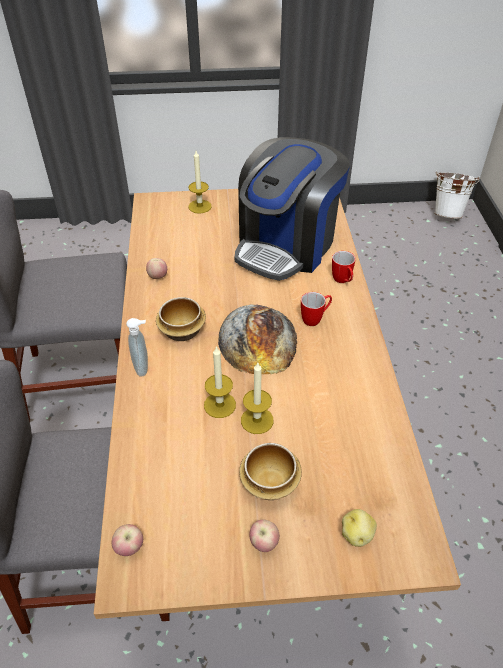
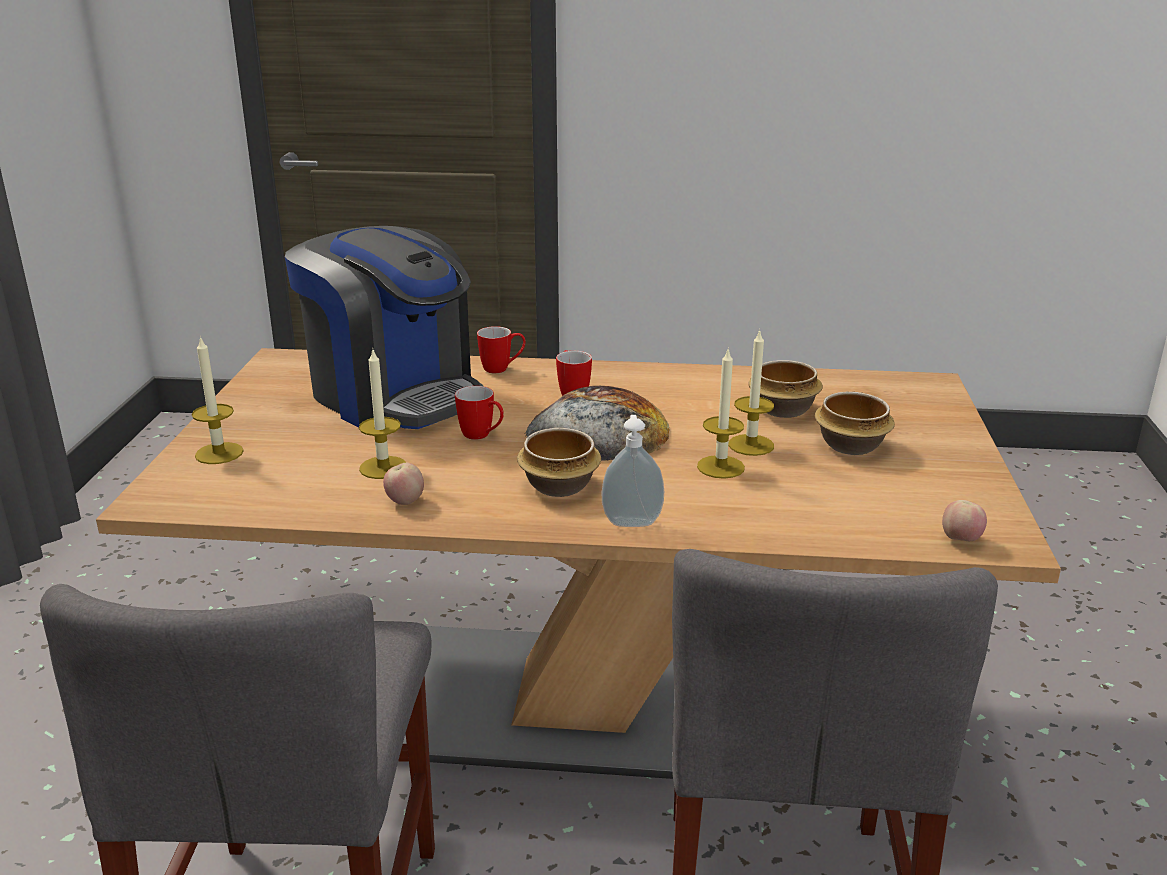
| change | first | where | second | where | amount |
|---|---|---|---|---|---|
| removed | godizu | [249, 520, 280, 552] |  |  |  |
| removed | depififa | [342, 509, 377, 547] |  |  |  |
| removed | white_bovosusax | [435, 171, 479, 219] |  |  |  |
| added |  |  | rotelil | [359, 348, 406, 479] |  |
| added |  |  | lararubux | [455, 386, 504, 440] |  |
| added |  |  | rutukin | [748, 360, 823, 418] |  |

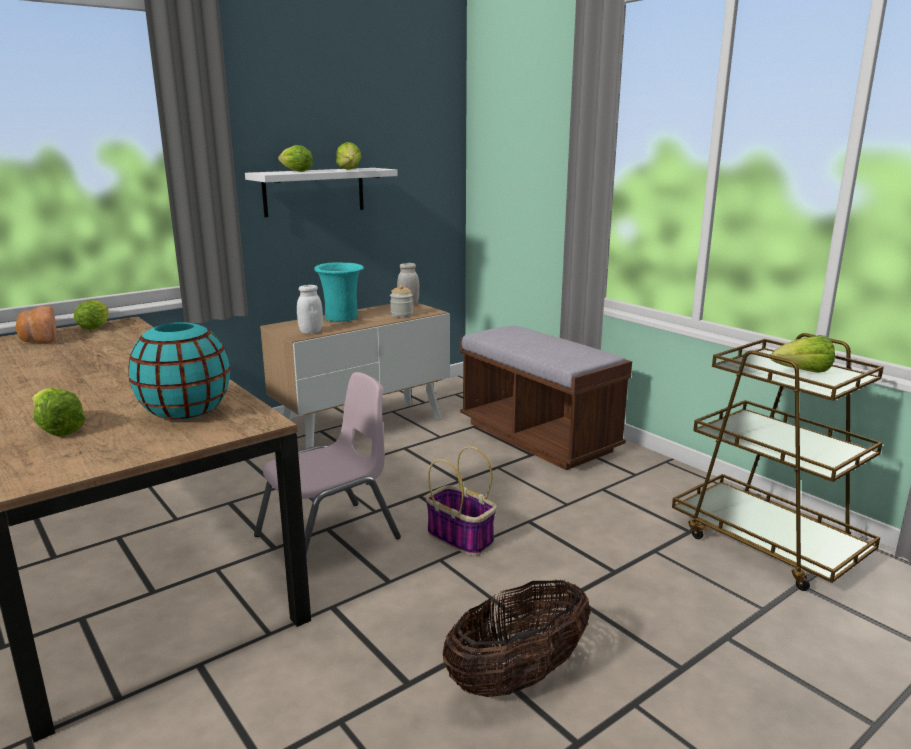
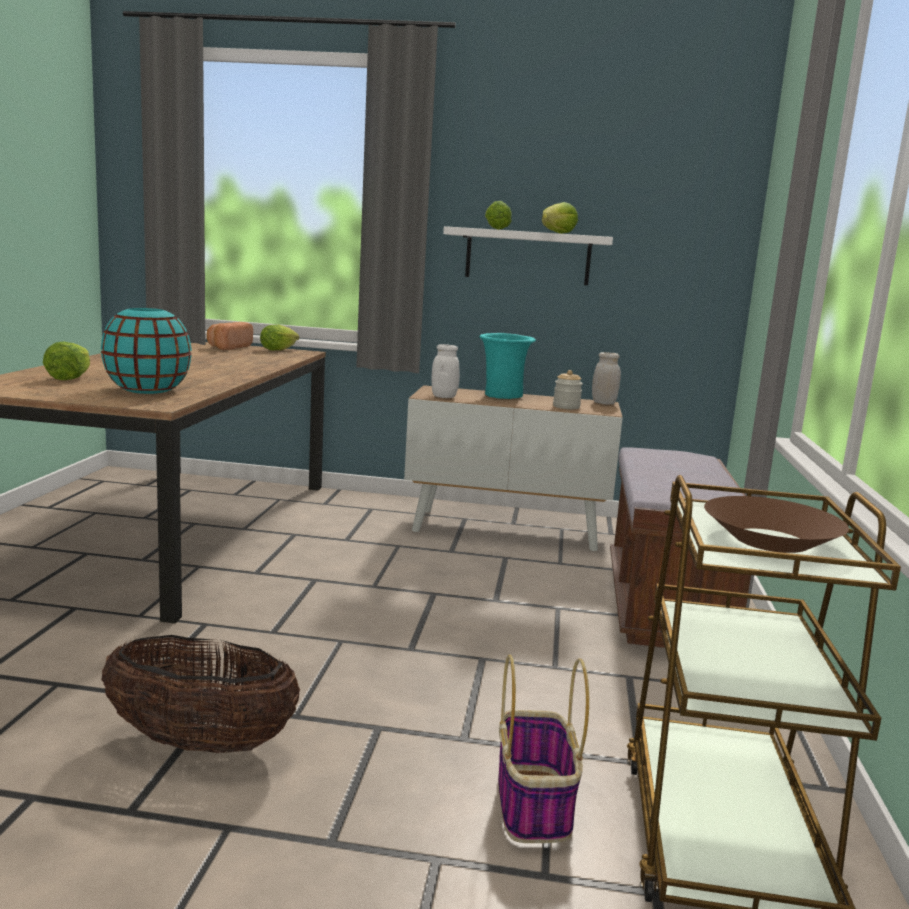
| change | first | where | second | where | amount |
|---|---|---|---|---|---|
| removed | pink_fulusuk | [254, 372, 401, 554] |  |  |  |
| moved | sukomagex | [425, 446, 496, 556] |  | [498, 655, 589, 843] |  |
| replaced | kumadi | [771, 335, 835, 373] | brown_rutukin | [704, 496, 849, 553] |  |

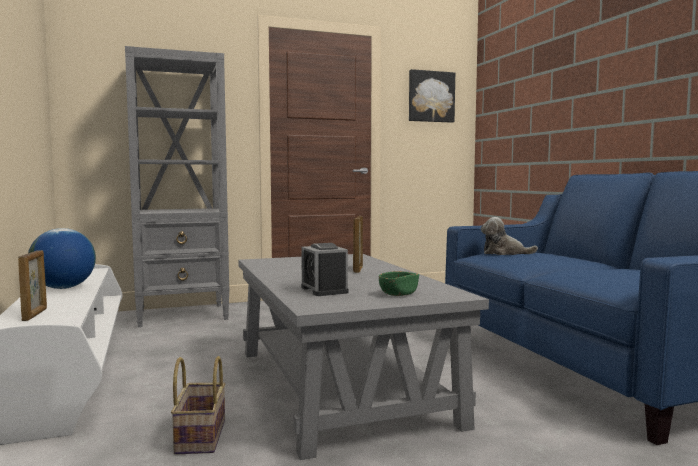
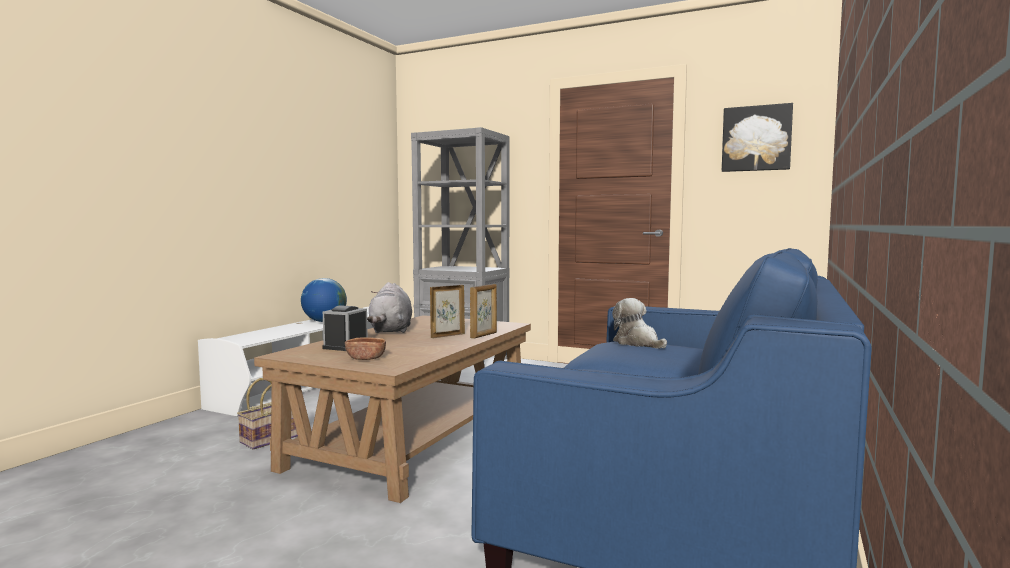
| change | first | where | second | where | amount |
|---|---|---|---|---|---|
| moved | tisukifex | [18, 250, 47, 321] |  | [470, 284, 497, 339] |  |
| recoloured | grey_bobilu | [238, 254, 489, 460] | brown_bobilu | [254, 315, 531, 503] |  |
| recoloured | green_rutukin | [379, 271, 419, 296] | brown_rutukin | [345, 337, 386, 360] |  |
| added |  |  | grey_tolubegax | [367, 282, 412, 333] |  |

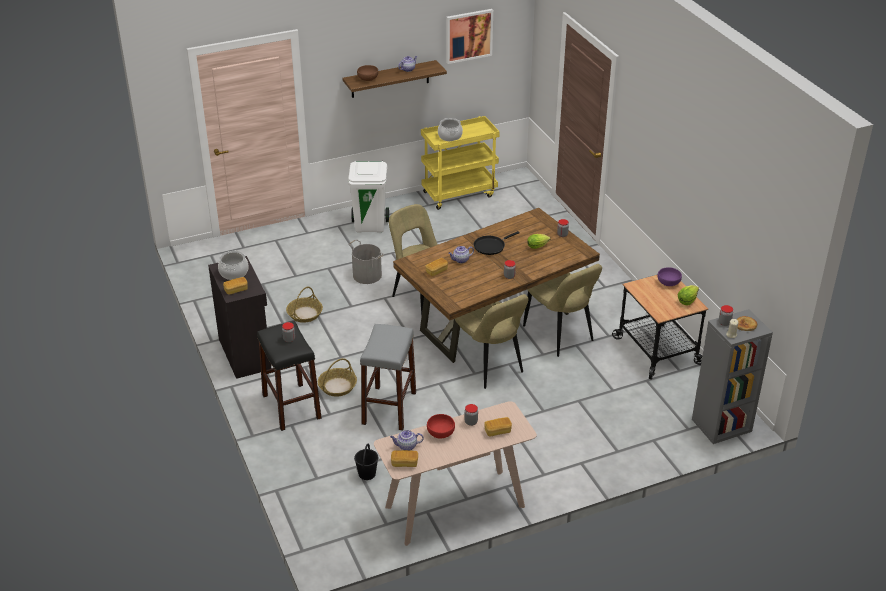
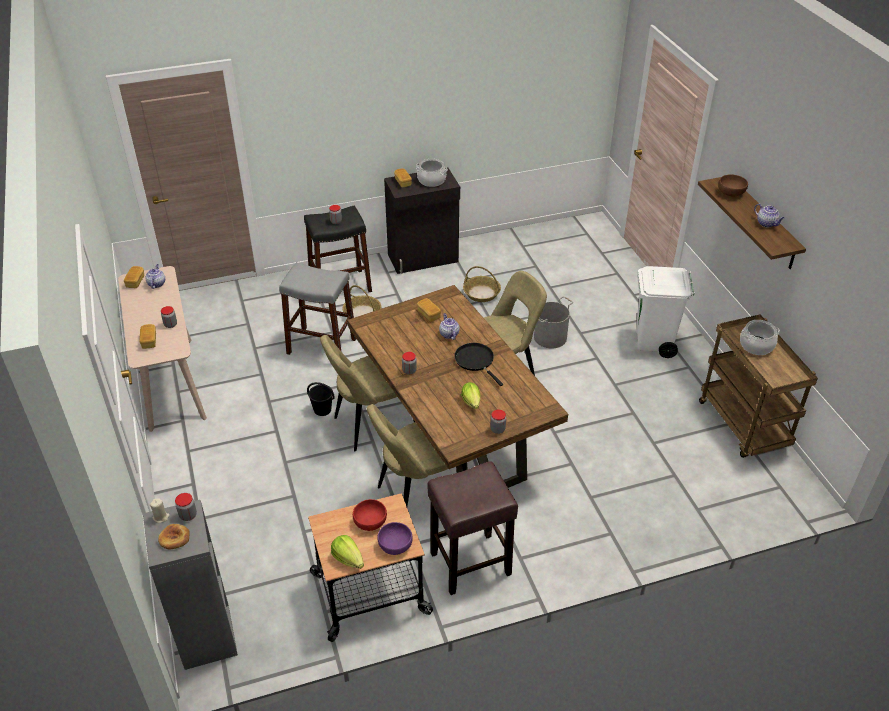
| change | first | where | second | where | amount |
|---|---|---|---|---|---|
| moved | black_bovosusax | [354, 443, 378, 480] |  | [307, 382, 335, 416] |  |
| recoloured | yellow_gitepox | [421, 116, 500, 210] | brown_gitepox | [699, 315, 818, 458] |  |
| moved | red_rutukin | [427, 414, 455, 439] |  | [353, 499, 387, 531] |  |
| removed | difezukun | [446, 9, 493, 64] |  |  |  |
| added |  |  | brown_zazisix | [428, 461, 518, 595] |  |

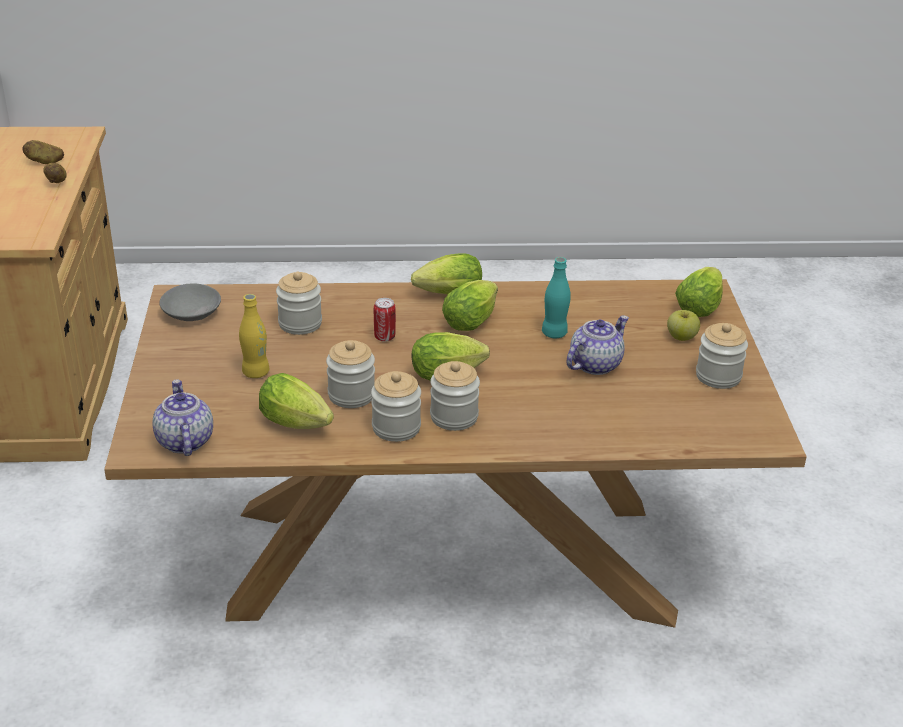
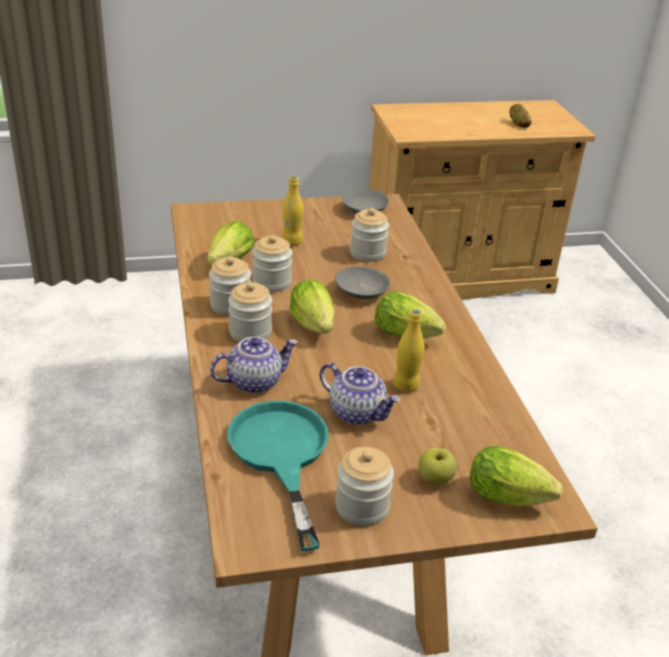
| change | first | where | second | where | amount |
|---|---|---|---|---|---|
| removed | depififa | [43, 163, 67, 183] |  |  |  |
| moved | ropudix | [152, 380, 213, 456] |  | [210, 337, 298, 393] |  |
| replaced | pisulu | [374, 298, 396, 342] | grey_rutukin | [335, 266, 390, 299] |  |
| removed | kumadi | [411, 253, 482, 294] |  |  |  |
| recoloured | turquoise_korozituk | [542, 257, 571, 338] | yellow_korozituk | [393, 309, 425, 392] |  |
| added |  |  | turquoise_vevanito | [228, 401, 329, 551] |  |

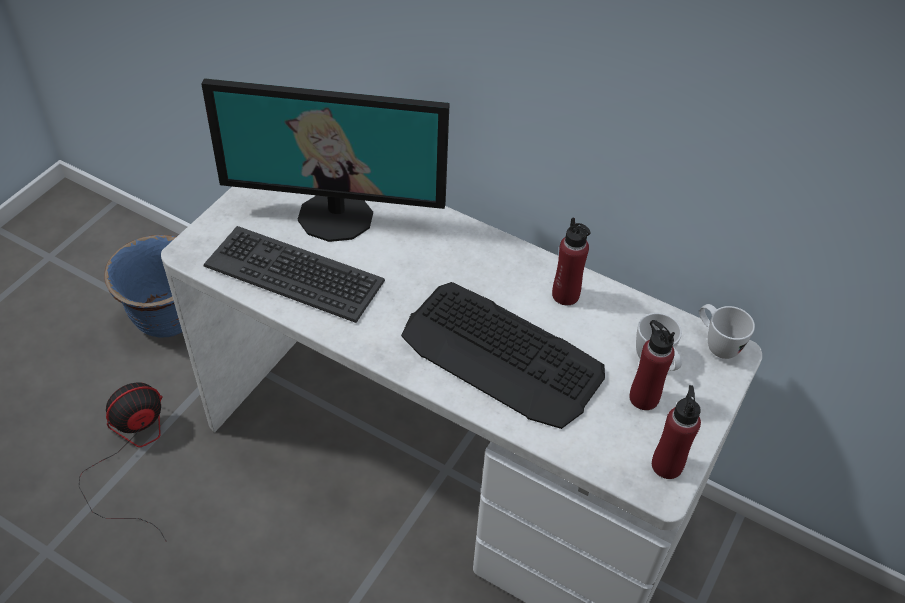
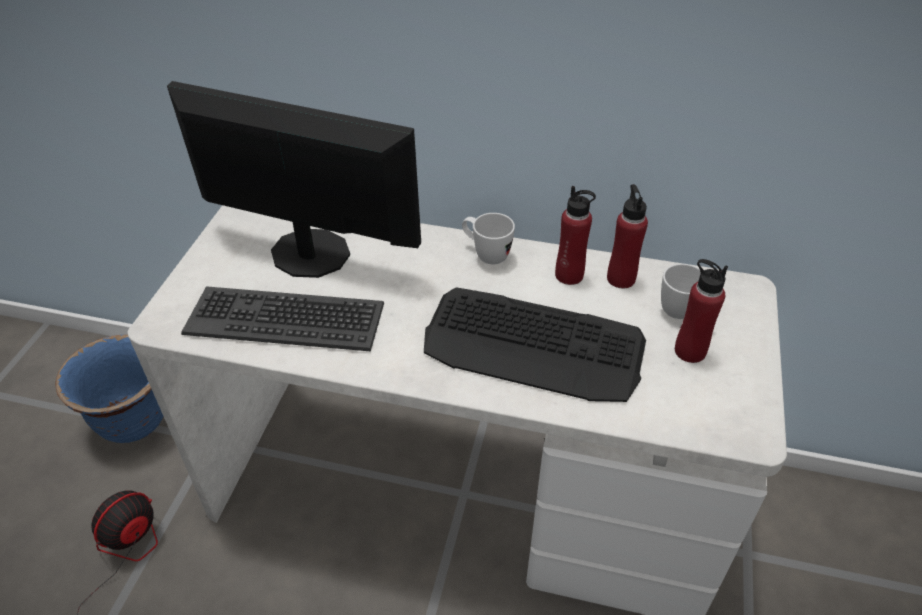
| change | first | where | second | where | amount |
|---|---|---|---|---|---|
| turned | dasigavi | [201, 78, 450, 242] |  | [167, 81, 421, 278] | 150 degrees counterclockwise |
| moved | red_korozituk | [652, 385, 701, 479] |  | [607, 184, 648, 289] |  |
| moved | white_lararubux | [699, 304, 755, 359] |  | [462, 213, 515, 264] |  |

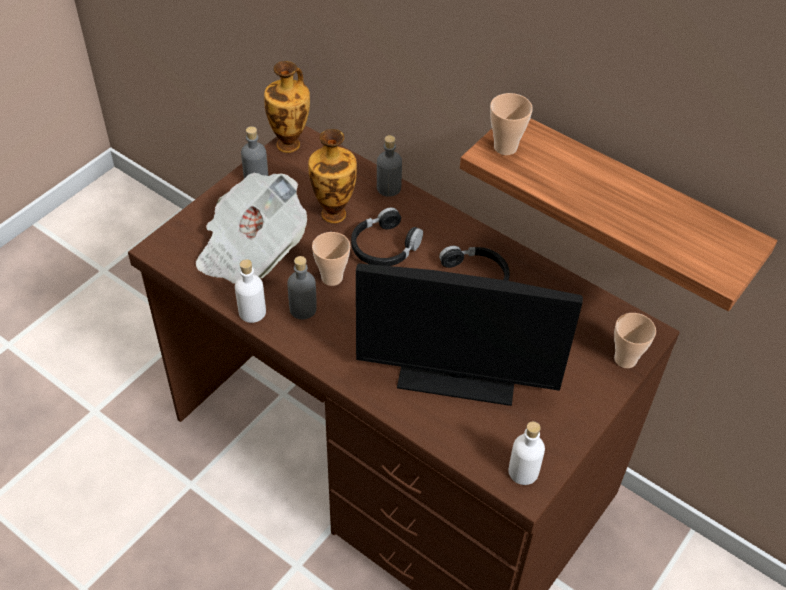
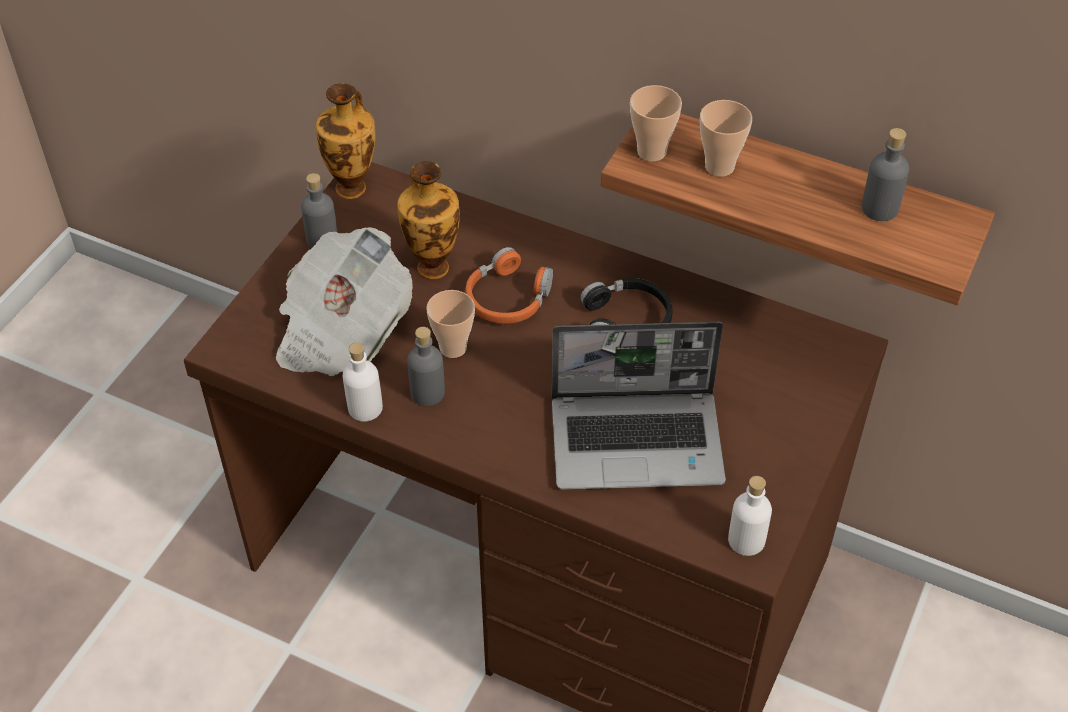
| change | first | where | second | where | amount |
|---|---|---|---|---|---|
| recoloured | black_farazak | [351, 207, 423, 266] | orange_farazak | [466, 247, 553, 324] |  |
| replaced | dasigavi | [356, 263, 583, 406] | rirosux | [552, 322, 726, 490] |  |
| moved | grey_korozituk | [377, 135, 402, 197] |  | [861, 128, 909, 221] |  |
| moved | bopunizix | [614, 313, 656, 368] |  | [700, 100, 752, 177] |  |

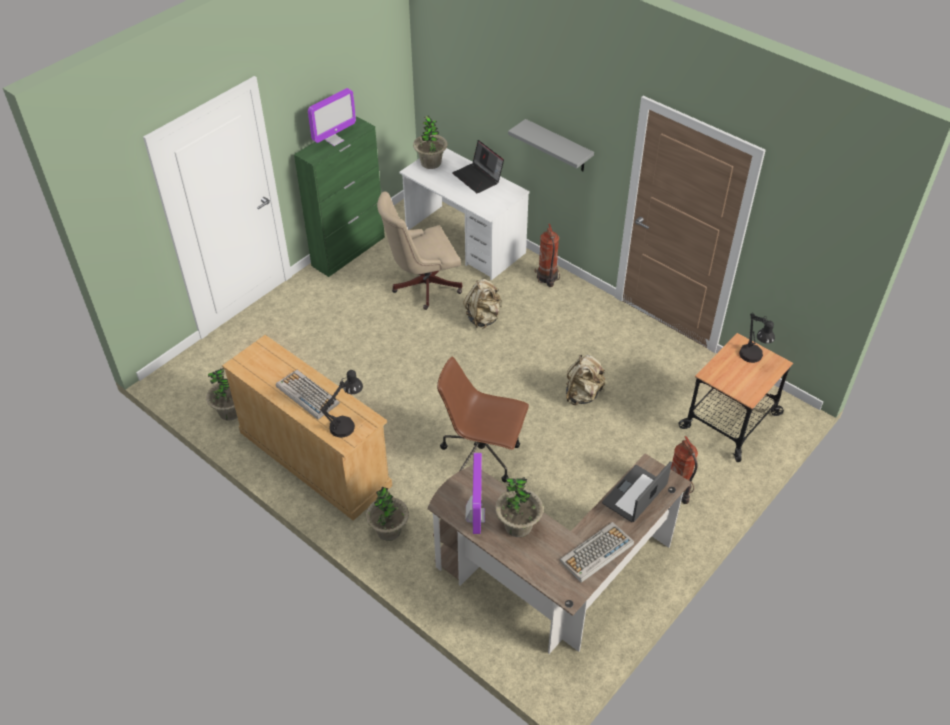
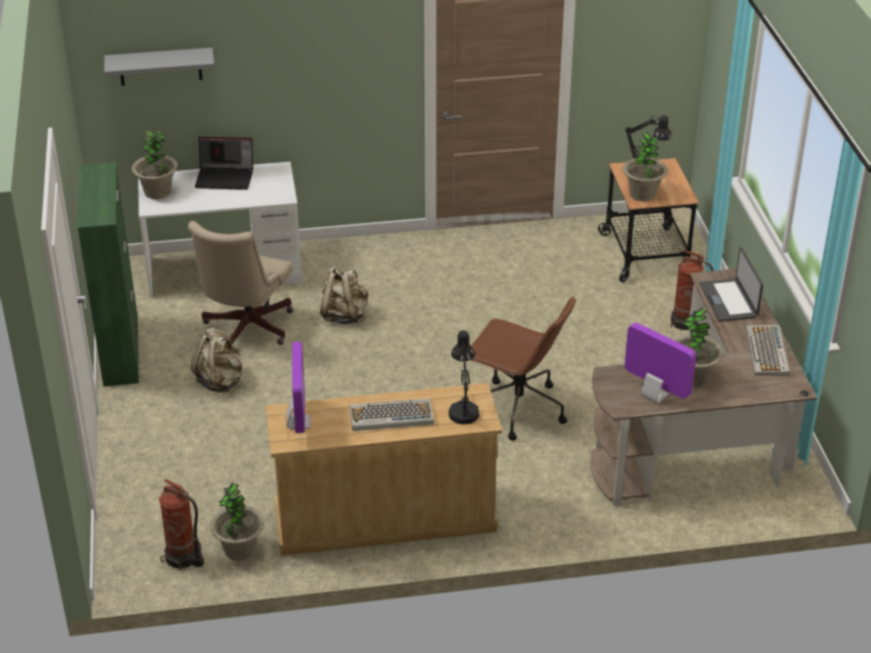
| change | first | where | second | where | amount |
|---|---|---|---|---|---|
| moved | dasigavi | [308, 88, 356, 146] |  | [287, 342, 310, 433] |  |
| moved | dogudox | [366, 487, 409, 541] |  | [622, 132, 668, 201] |  |
| turned | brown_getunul | [437, 357, 529, 483] |  | [471, 296, 576, 440] | 120 degrees counterclockwise |
| moved | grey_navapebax | [508, 119, 594, 171] |  | [104, 48, 215, 86] |  |
| moved | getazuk | [535, 223, 560, 287] |  | [159, 479, 204, 571] |  |
| moved | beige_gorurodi | [566, 355, 606, 405] |  | [191, 328, 243, 393] |  |

